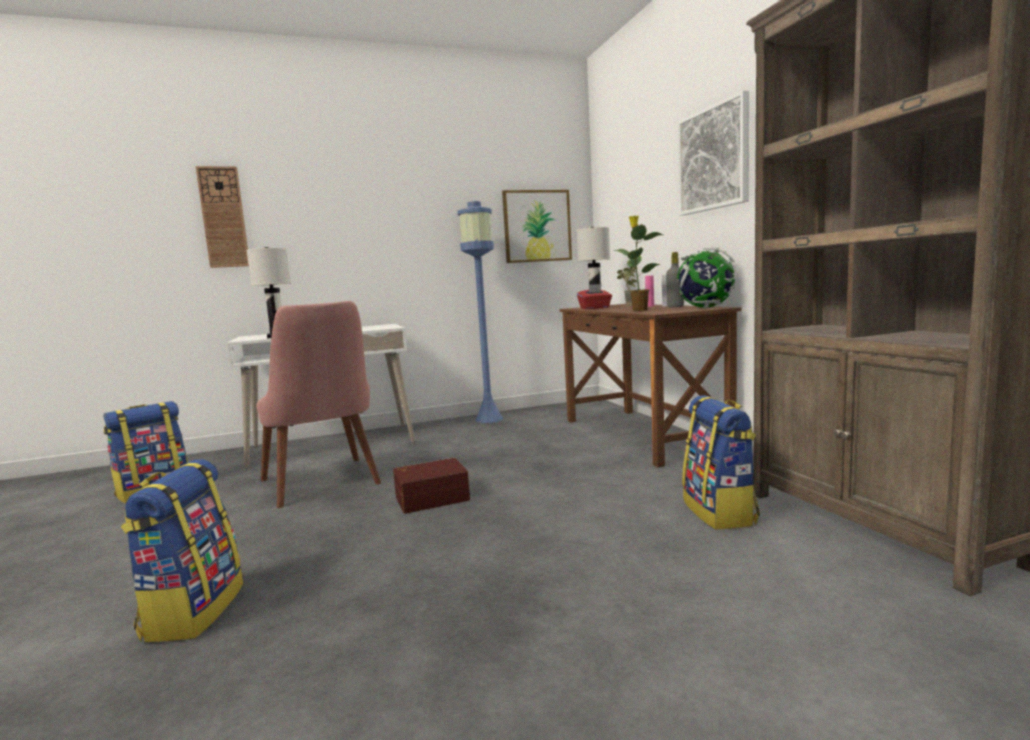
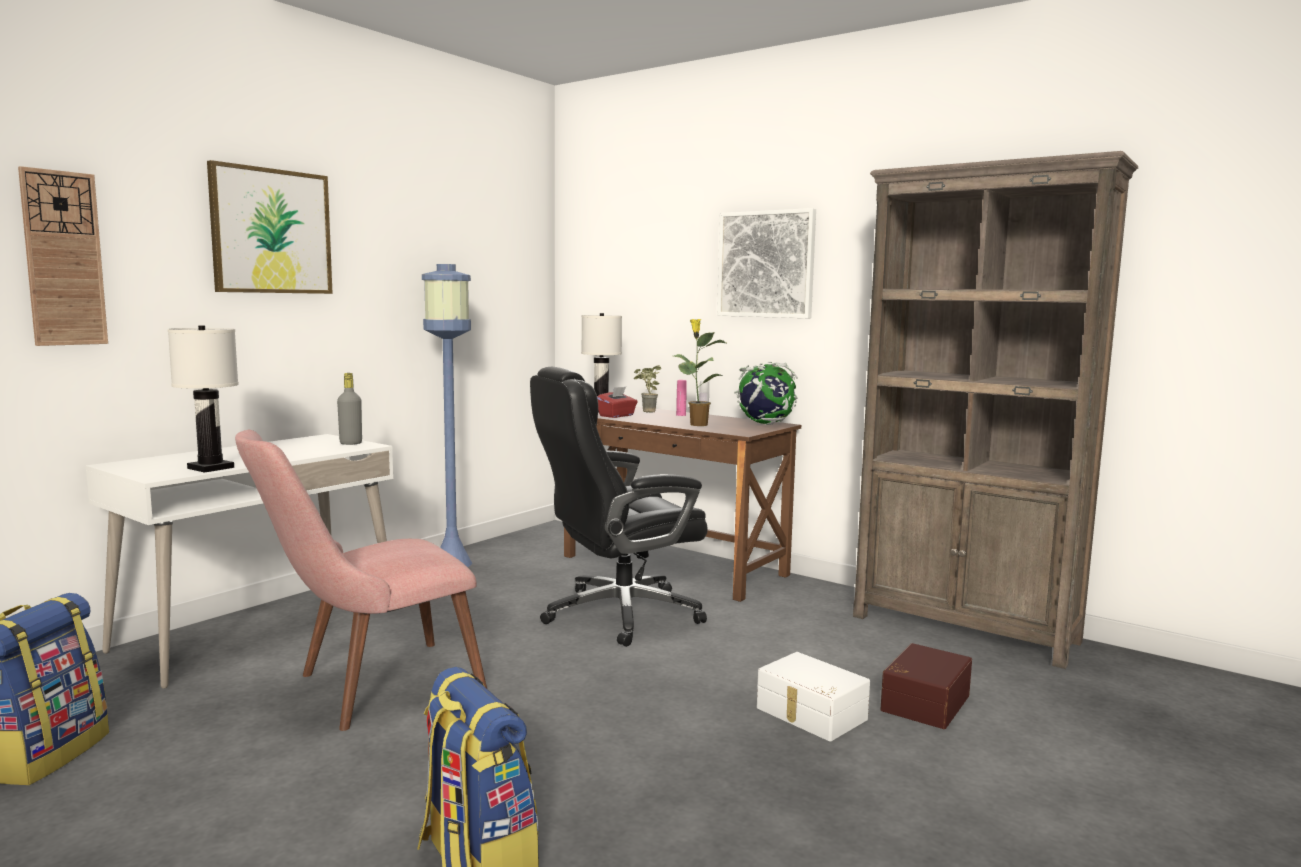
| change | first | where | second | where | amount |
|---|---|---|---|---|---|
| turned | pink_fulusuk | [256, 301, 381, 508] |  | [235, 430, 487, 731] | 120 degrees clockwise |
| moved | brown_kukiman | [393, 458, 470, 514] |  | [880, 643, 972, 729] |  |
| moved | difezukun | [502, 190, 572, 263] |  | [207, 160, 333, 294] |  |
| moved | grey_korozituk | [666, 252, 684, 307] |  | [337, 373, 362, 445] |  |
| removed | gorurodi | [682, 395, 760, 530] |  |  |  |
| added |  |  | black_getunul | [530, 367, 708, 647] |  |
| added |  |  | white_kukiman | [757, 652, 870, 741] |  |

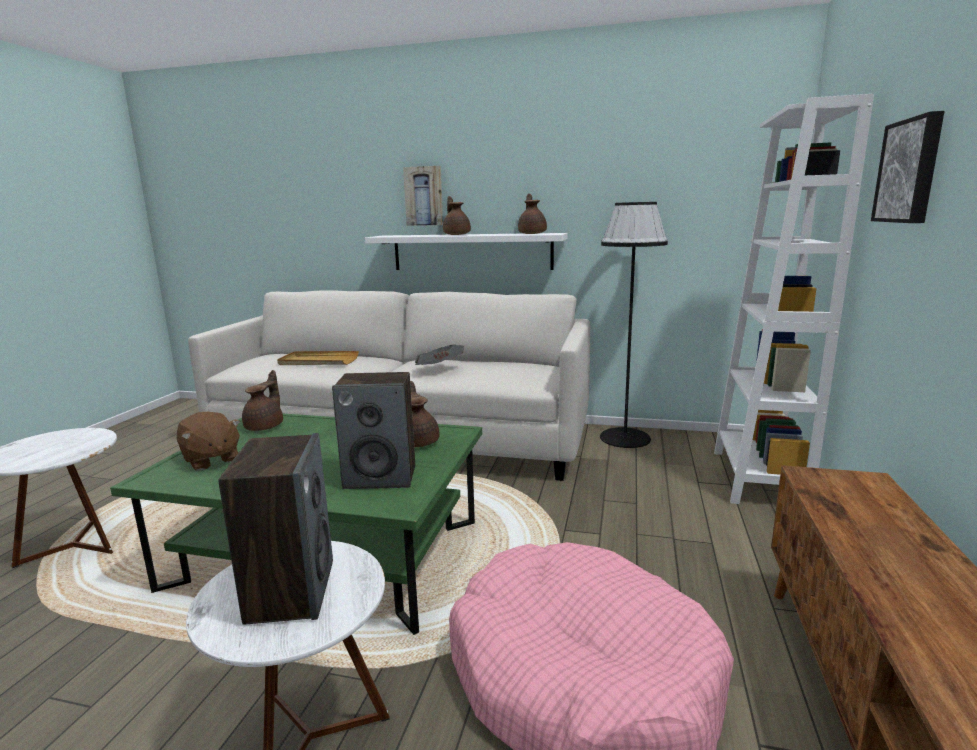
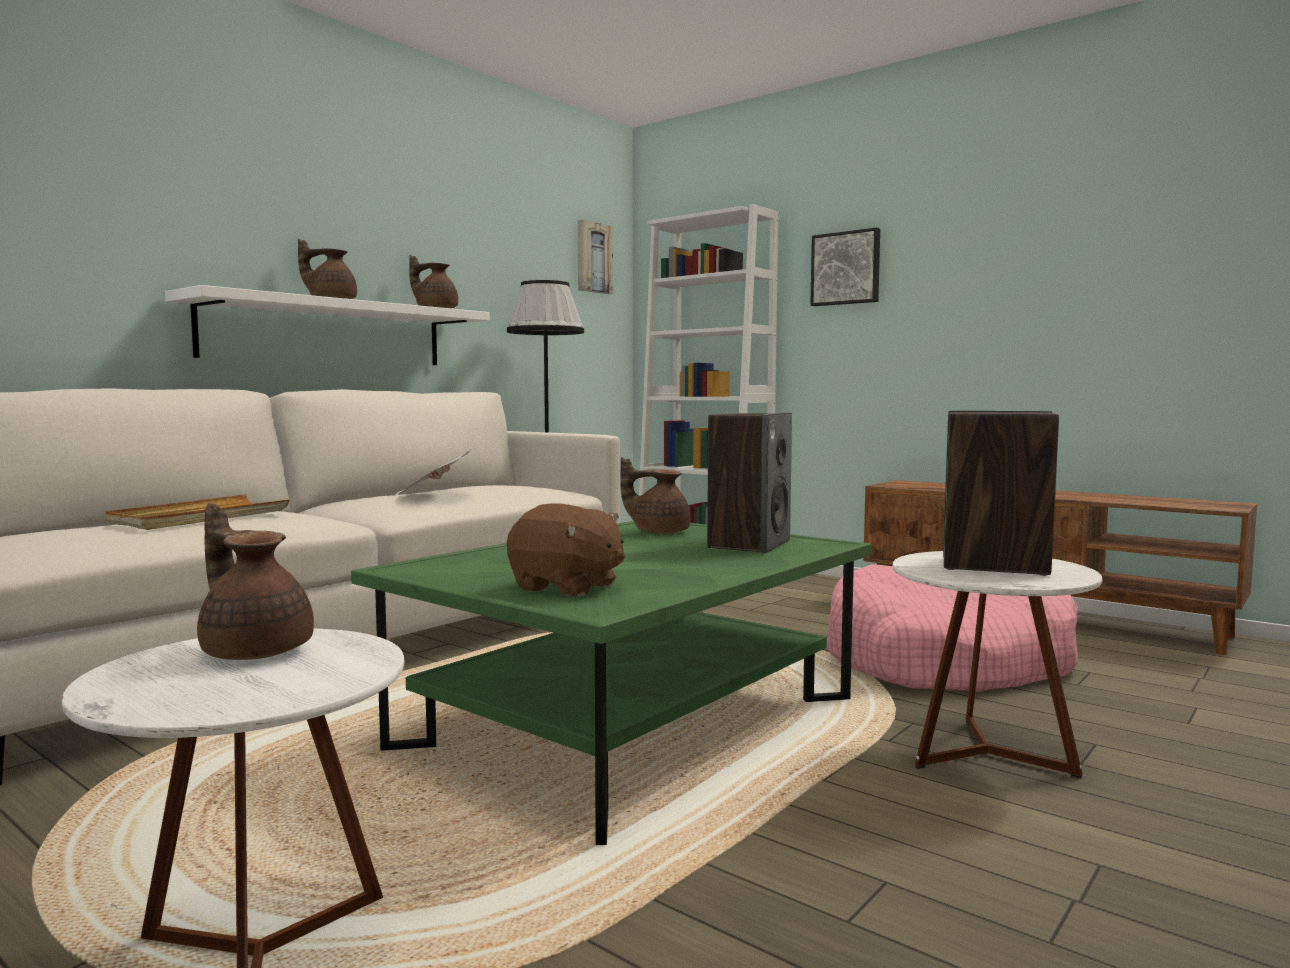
| change | first | where | second | where | amount |
|---|---|---|---|---|---|
| turned | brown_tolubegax | [177, 412, 240, 471] |  | [507, 503, 625, 597] | 45 degrees clockwise |
| moved | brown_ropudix | [242, 370, 283, 431] |  | [197, 503, 314, 660] |  |
| moved | difezukun | [403, 166, 443, 226] |  | [578, 220, 613, 294] |  |

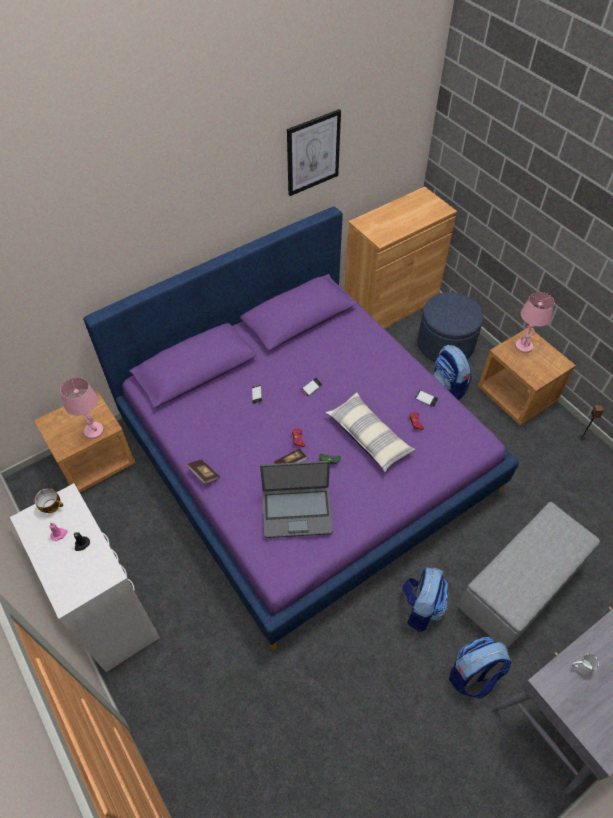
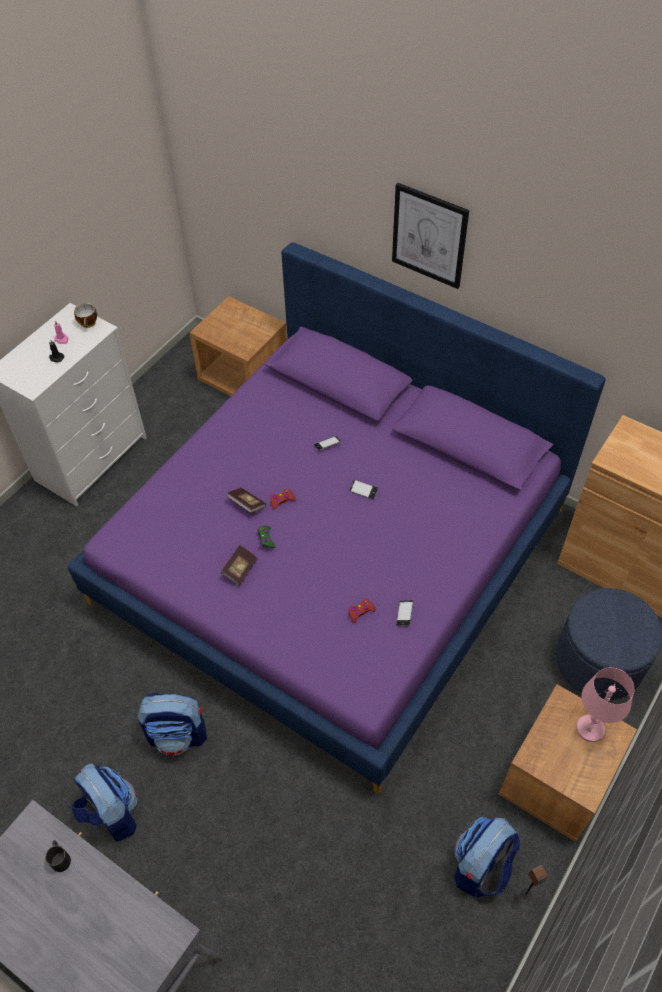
| change | first | where | second | where | amount |
|---|---|---|---|---|---|
| removed | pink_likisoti | [61, 377, 104, 439] |  |  |  |
| moved | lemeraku | [187, 459, 220, 484] |  | [220, 545, 257, 586] |  |
| removed | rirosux | [260, 461, 333, 538] |  |  |  |
| moved | difezukun | [287, 109, 341, 196] |  | [392, 183, 469, 289] |  |
| removed | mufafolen | [325, 393, 416, 472] |  |  |  |
| moved | gorurodi | [433, 345, 472, 400] |  | [454, 817, 520, 897] |  |
| removed | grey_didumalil | [458, 502, 600, 649] |  |  |  |
| recoloured | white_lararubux | [572, 654, 599, 675] | black_lararubux | [45, 840, 71, 872] |  |

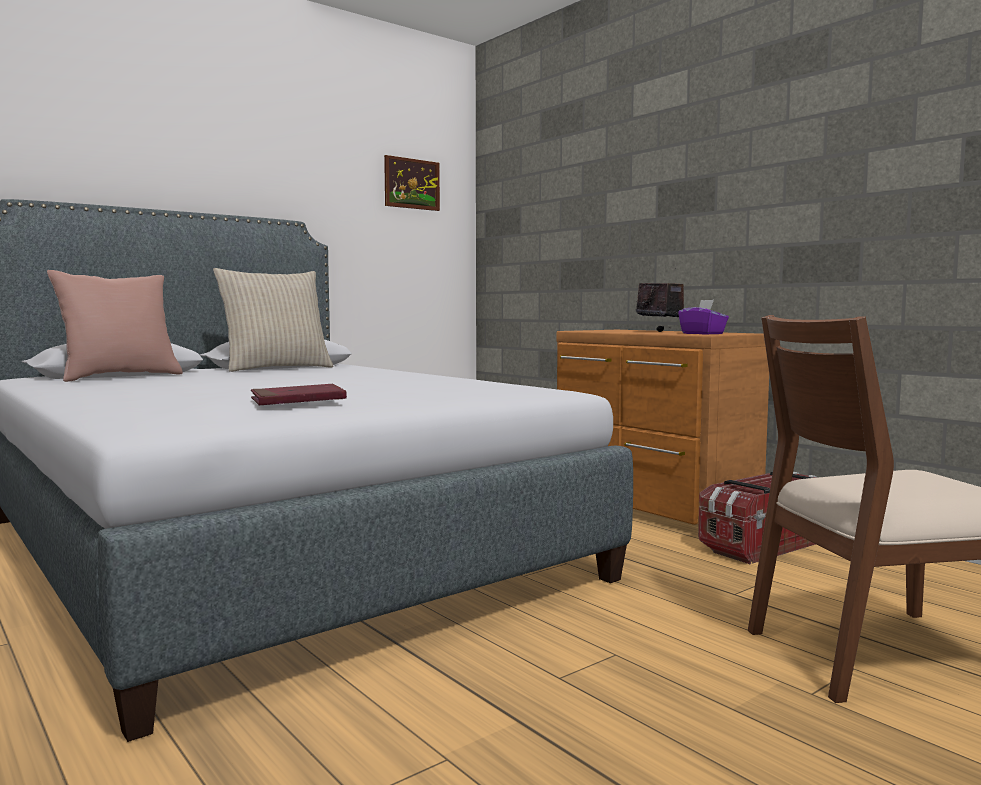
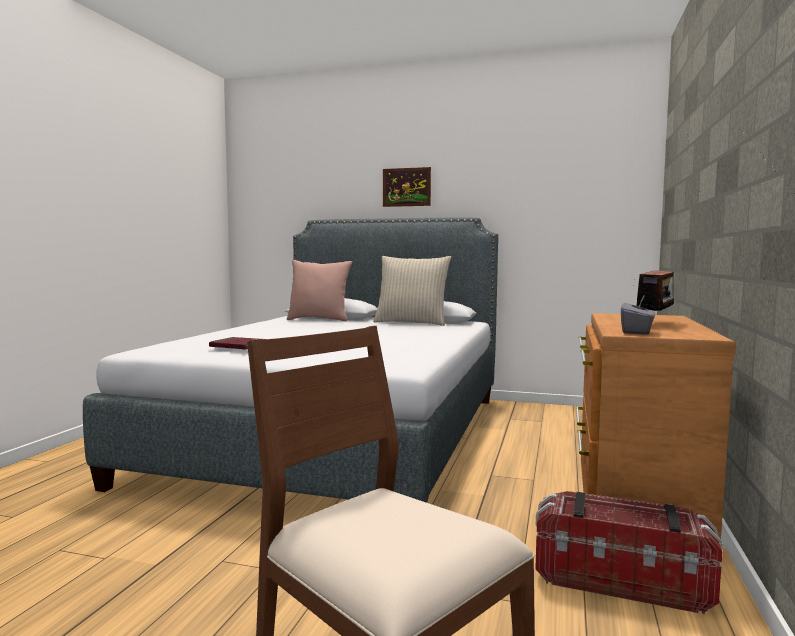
| change | first | where | second | where | amount |
|---|---|---|---|---|---|
| moved | difezukun | [384, 155, 440, 211] |  | [383, 167, 431, 207] |  |
| recoloured | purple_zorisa | [678, 299, 729, 335] | grey_zorisa | [621, 295, 655, 335] |  |

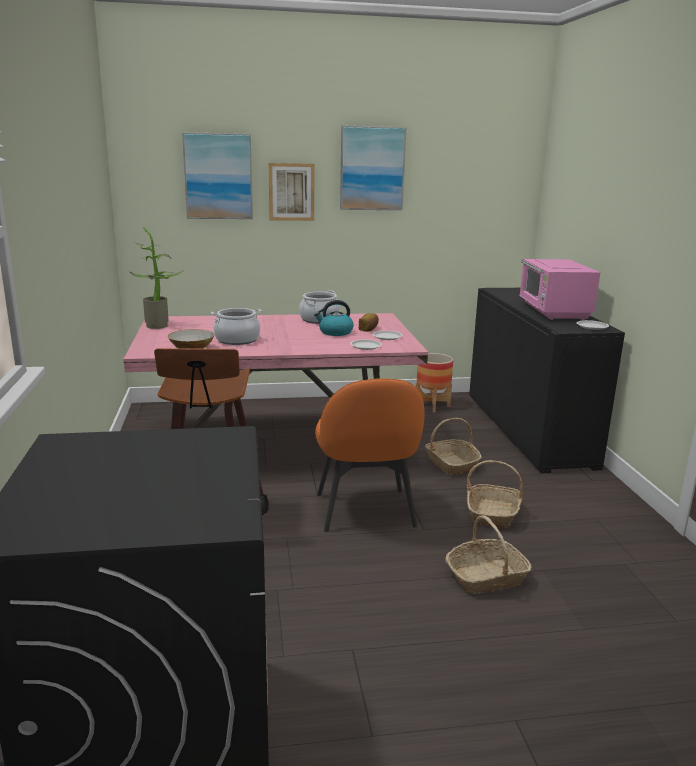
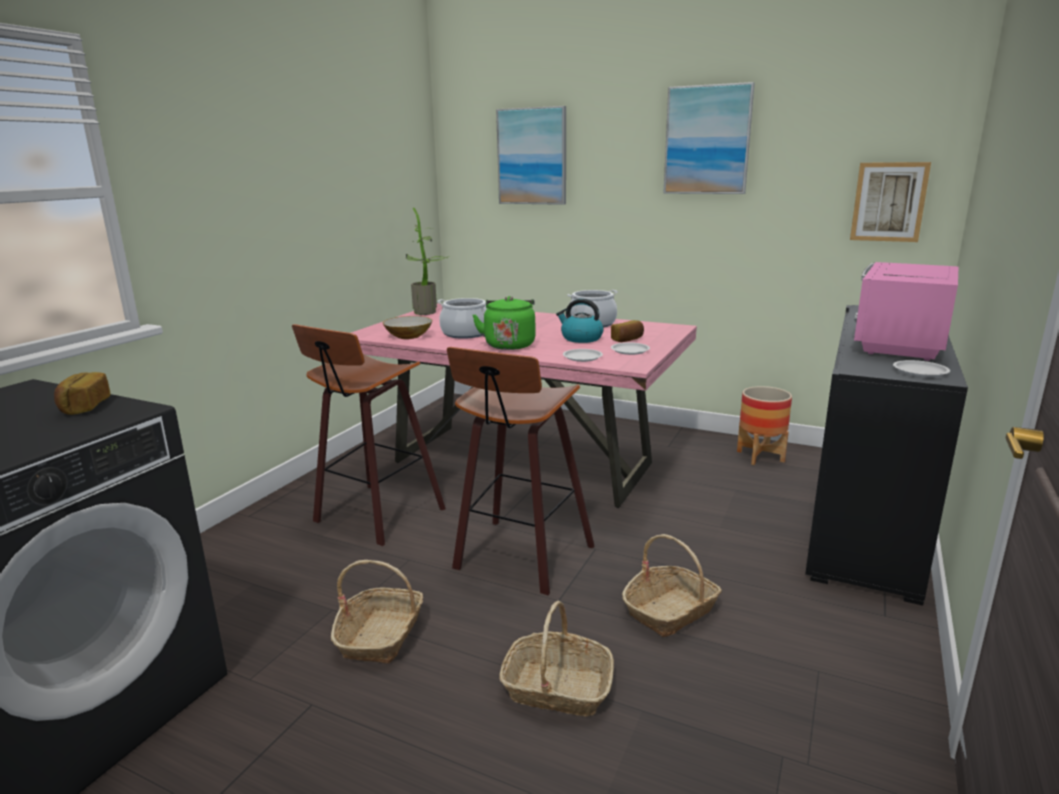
| change | first | where | second | where | amount |
|---|---|---|---|---|---|
| moved | difezukun | [268, 163, 315, 221] |  | [850, 162, 931, 242] |  |
| replaced | orange_fulusuk | [315, 378, 425, 532] | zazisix | [447, 347, 595, 595] |  |
| moved | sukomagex | [425, 418, 482, 475] |  | [331, 560, 423, 664] |  |
| added |  |  | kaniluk | [54, 372, 111, 415] |  |
| added |  |  | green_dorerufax | [472, 296, 536, 350] |  |

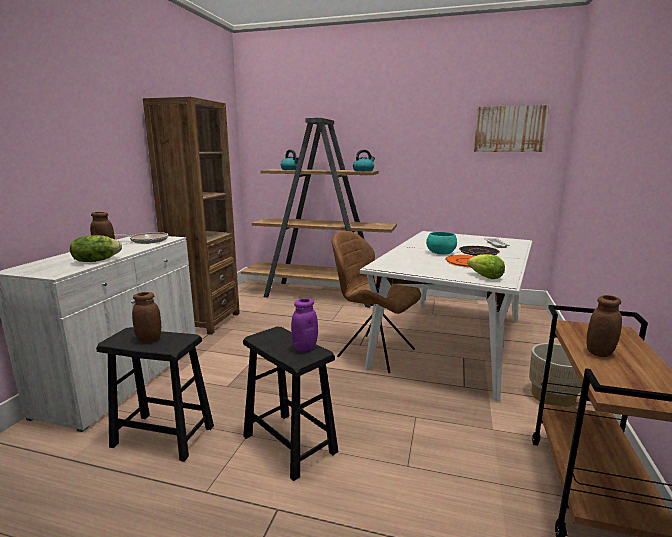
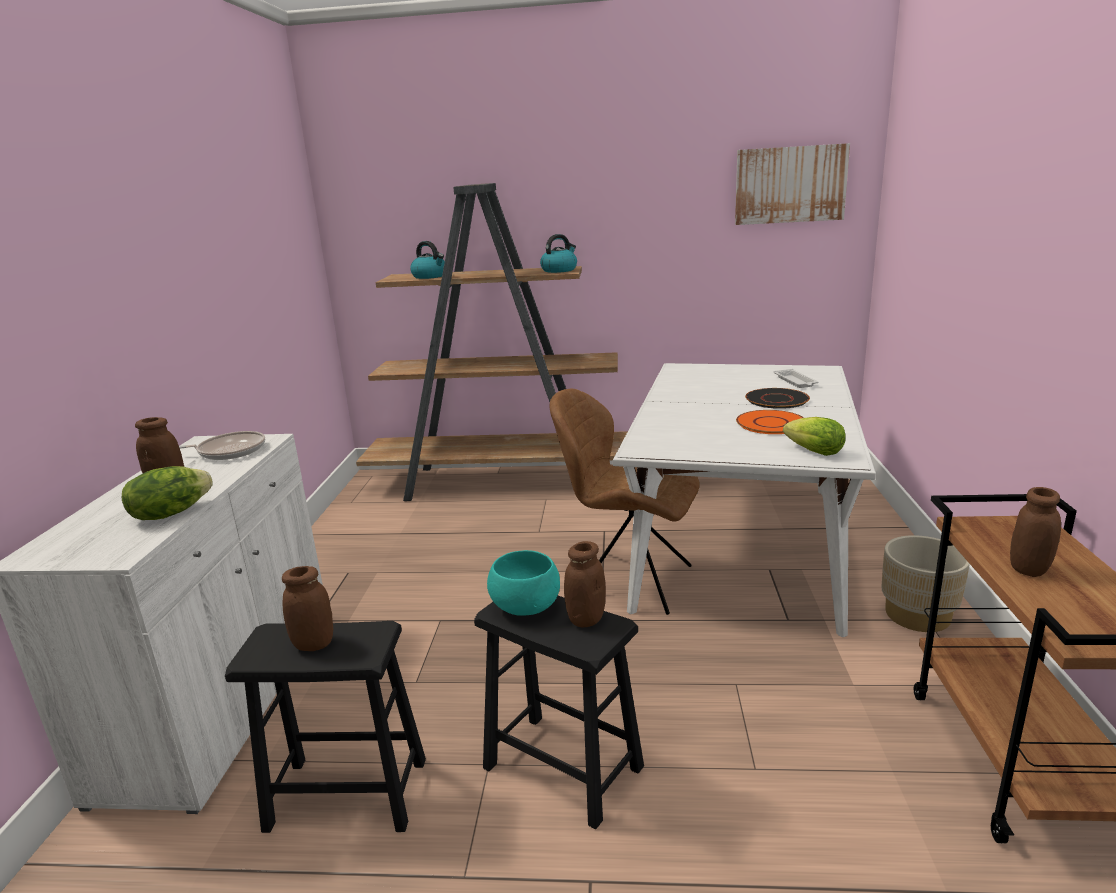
| change | first | where | second | where | amount |
|---|---|---|---|---|---|
| removed | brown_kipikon | [143, 97, 240, 335] |  |  |  |
| recoloured | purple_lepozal | [291, 298, 318, 351] | brown_lepozal | [564, 541, 606, 627] |  |
| moved | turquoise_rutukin | [426, 232, 457, 255] |  | [487, 550, 560, 616] |  |

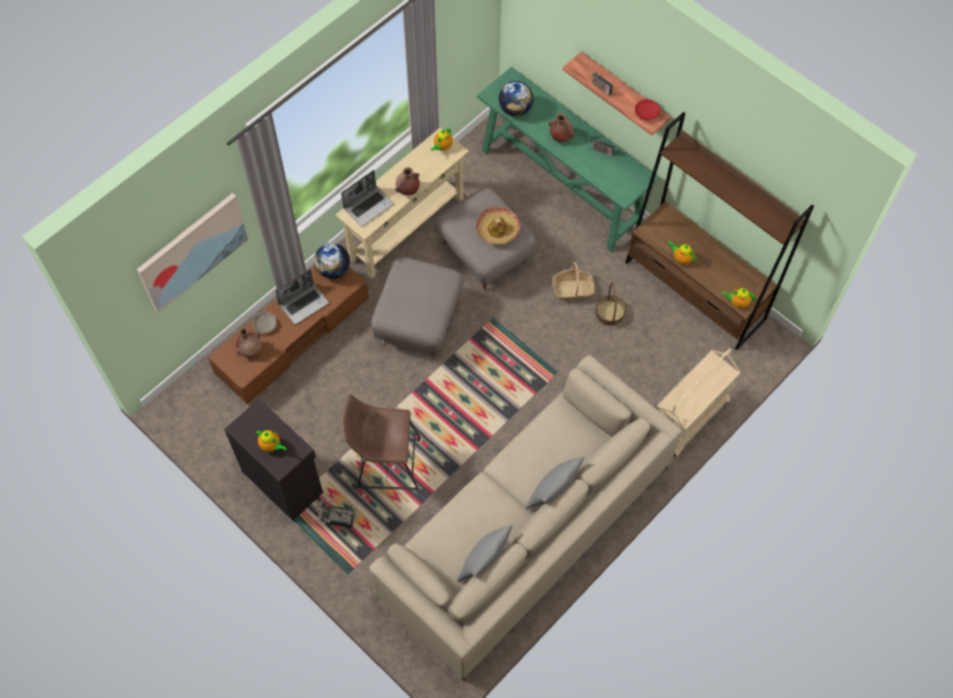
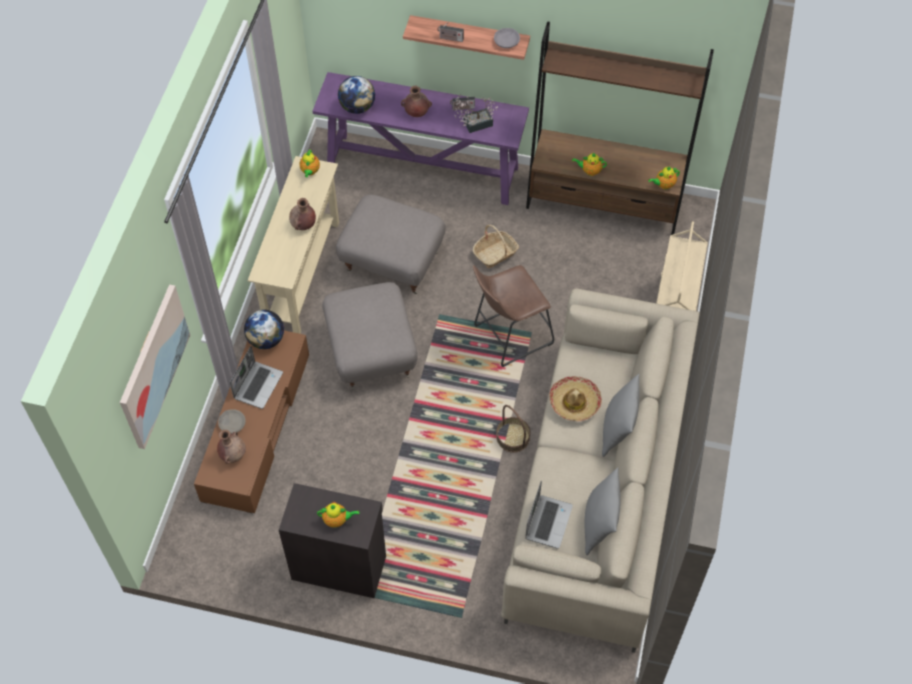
| change | first | where | second | where | amount |
|---|---|---|---|---|---|
| moved | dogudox | [315, 493, 360, 528] |  | [455, 96, 498, 133] |  |
| moved | rirosux | [341, 170, 394, 226] |  | [525, 480, 573, 549] |  |
| moved | brown_zazisix | [342, 394, 420, 490] |  | [473, 265, 554, 367] |  |
| moved | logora | [476, 207, 520, 244] |  | [549, 376, 602, 421] |  |
| recoloured | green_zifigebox | [477, 67, 659, 252] | purple_zifigebox | [313, 72, 529, 205] |  |
| moved | sukomagex | [595, 282, 626, 326] |  | [496, 405, 531, 453] |  |
| recoloured | red_rutukin | [635, 99, 660, 120] | grey_rutukin | [494, 28, 520, 48] |  |

